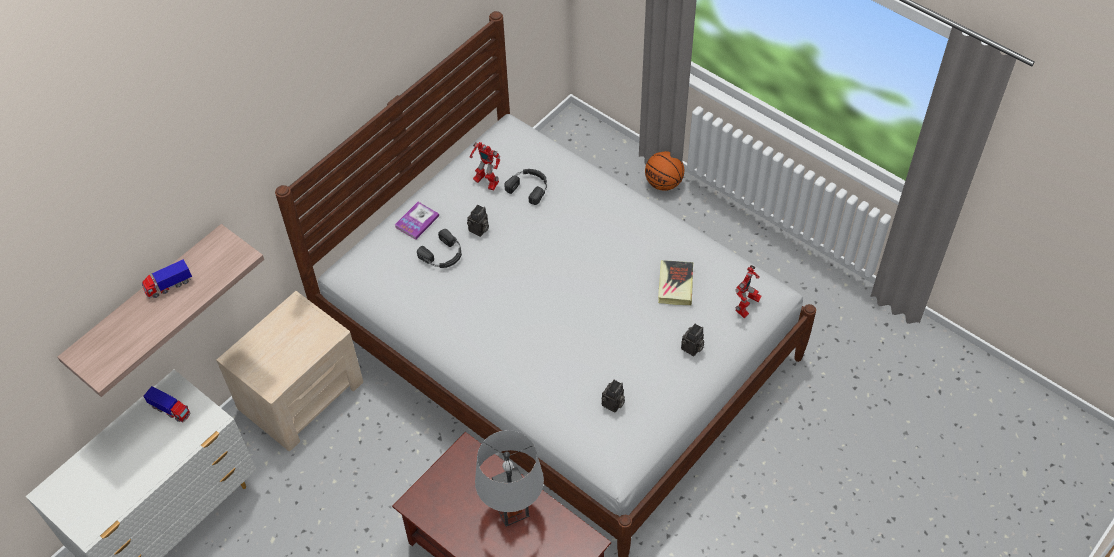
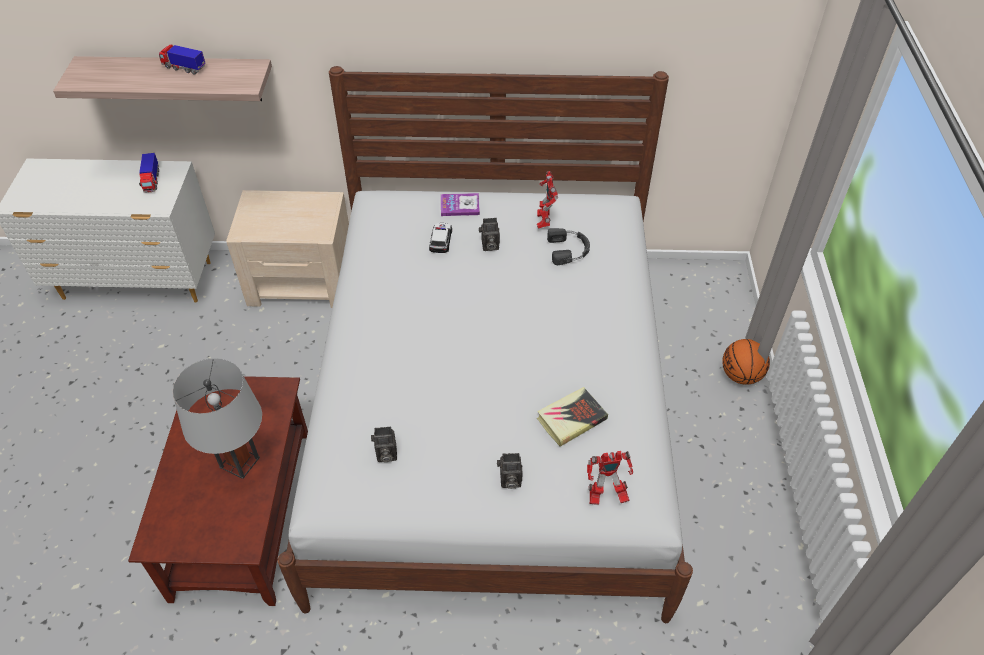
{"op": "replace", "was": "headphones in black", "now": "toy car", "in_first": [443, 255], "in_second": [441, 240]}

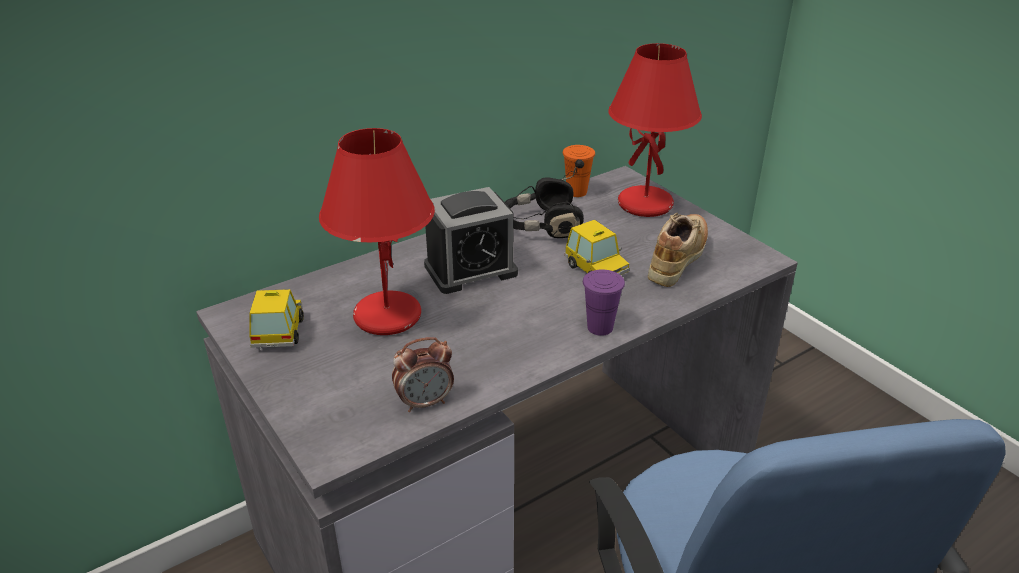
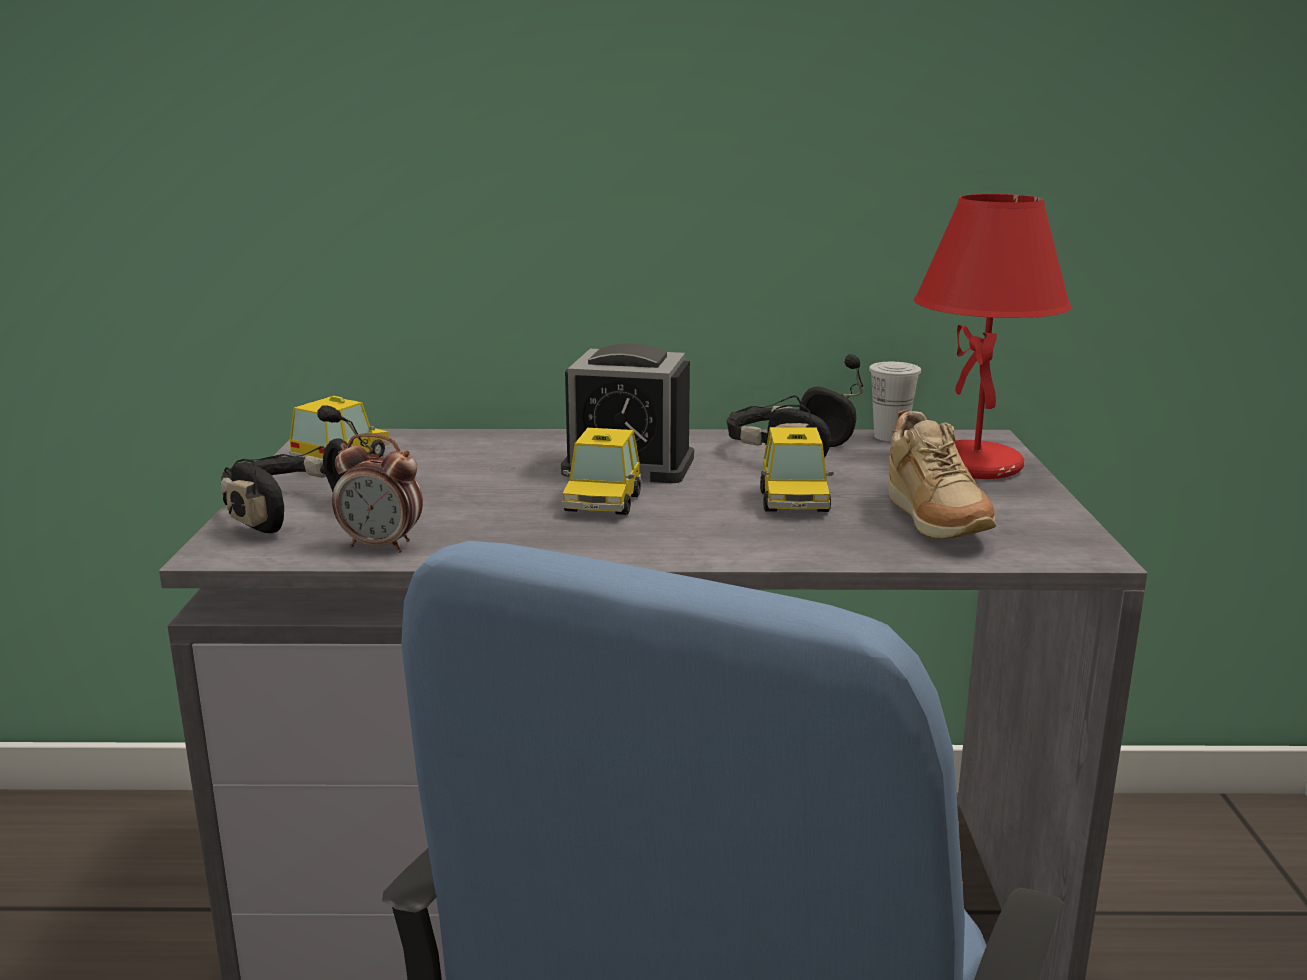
{"op": "delete", "was": "table lamp in red", "in_first": [386, 316]}
{"op": "delete", "was": "cup in purple", "in_first": [600, 327]}
{"op": "insert", "now": "headphones in black", "in_second": [291, 512]}
{"op": "insert", "now": "toy car", "in_second": [602, 503]}
{"op": "recolor", "was": "cup in orange", "now": "cup in white", "in_first": [576, 192], "in_second": [890, 436]}
{"op": "rotate", "was": "shoe in beige", "in_first": [679, 261], "in_second": [934, 523], "clockwise": 105}

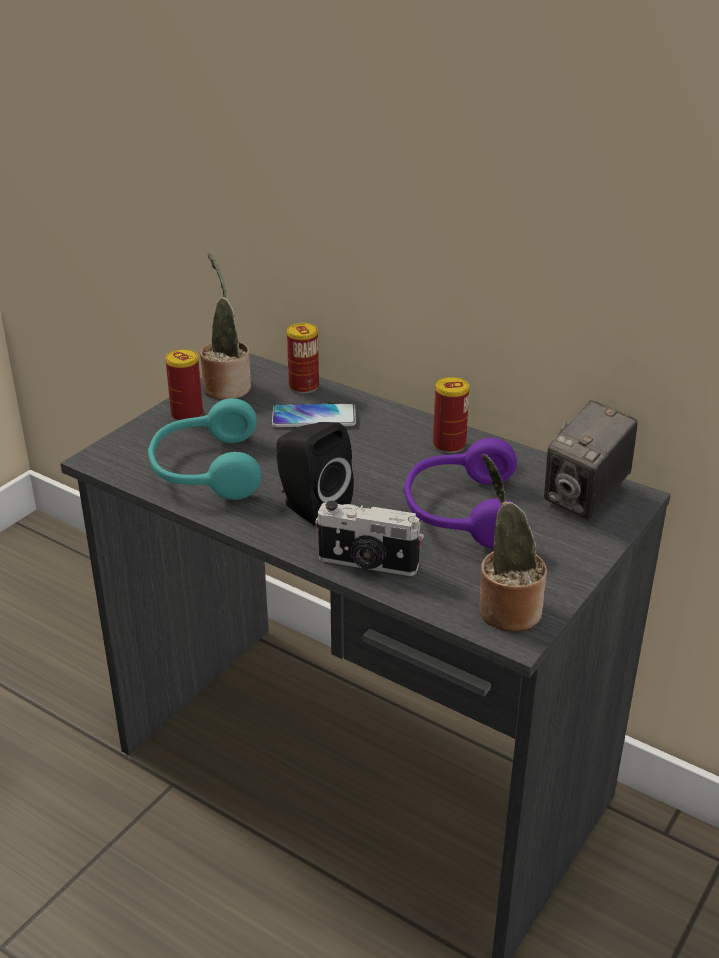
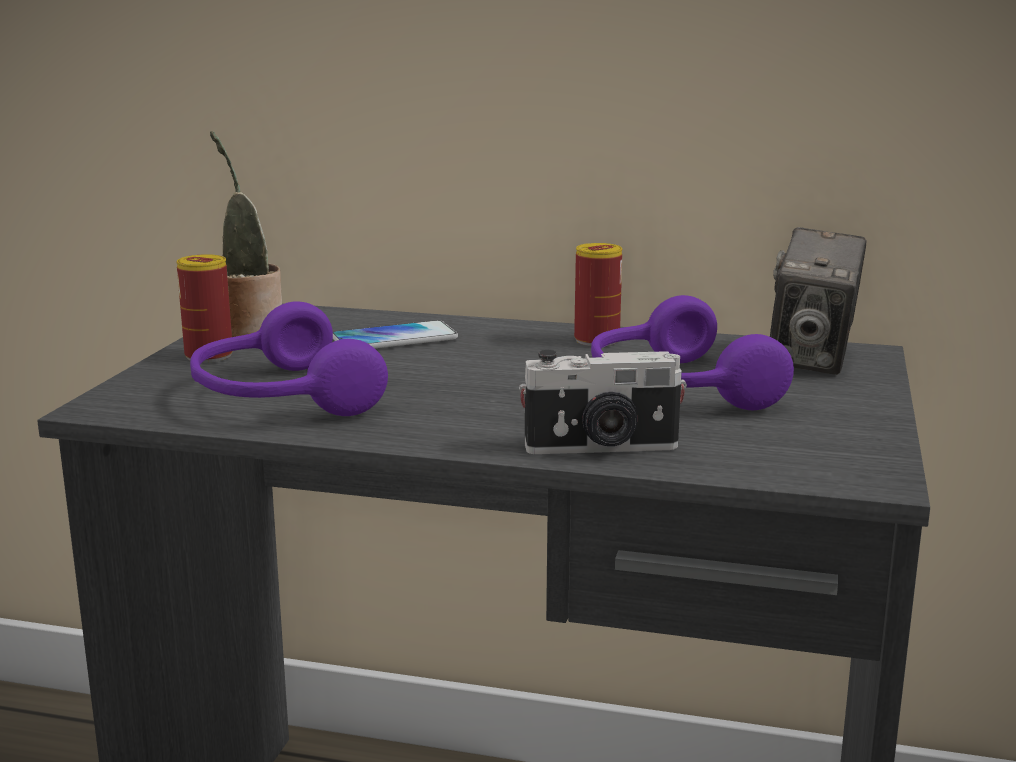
{"op": "delete", "was": "speaker in black", "in_first": [310, 508]}
{"op": "delete", "was": "can", "in_first": [303, 386]}
{"op": "delete", "was": "potted plant", "in_first": [505, 609]}
{"op": "recolor", "was": "headphones in turquoise", "now": "headphones in purple", "in_first": [205, 469], "in_second": [279, 397]}

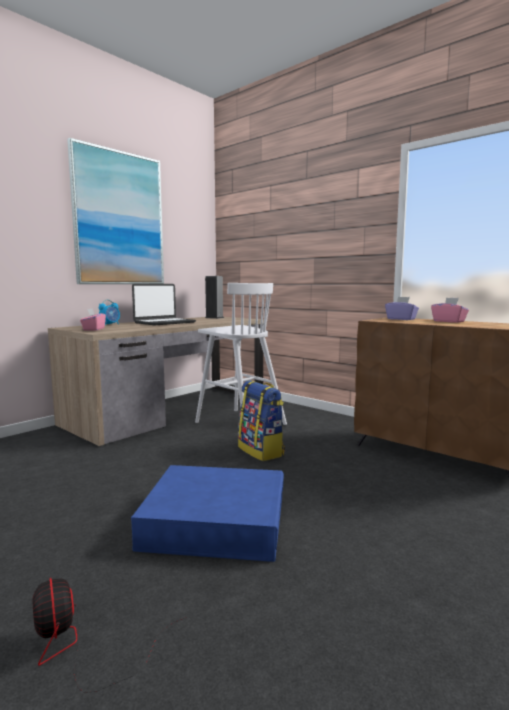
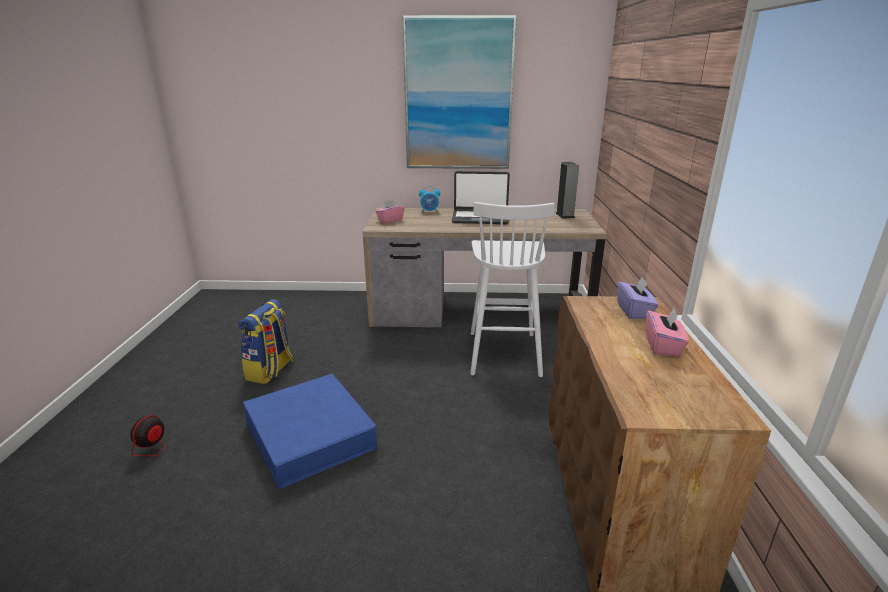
{"op": "move", "was": "backpack", "in_first": [261, 451], "in_second": [270, 371]}

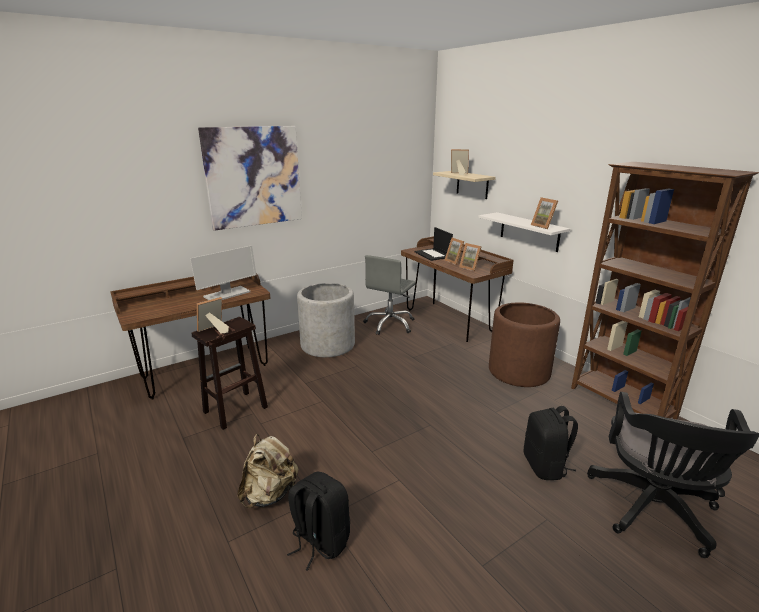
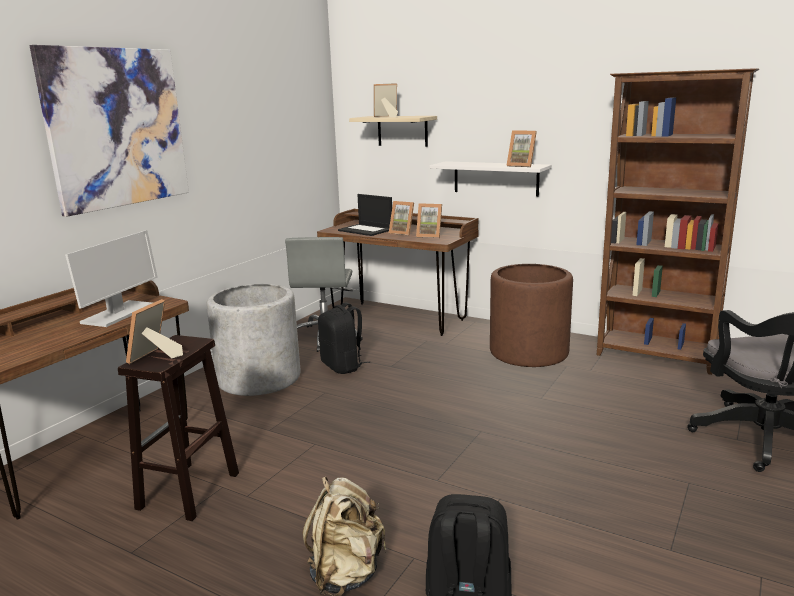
{"op": "move", "was": "backpack in black", "in_first": [545, 466], "in_second": [343, 366]}

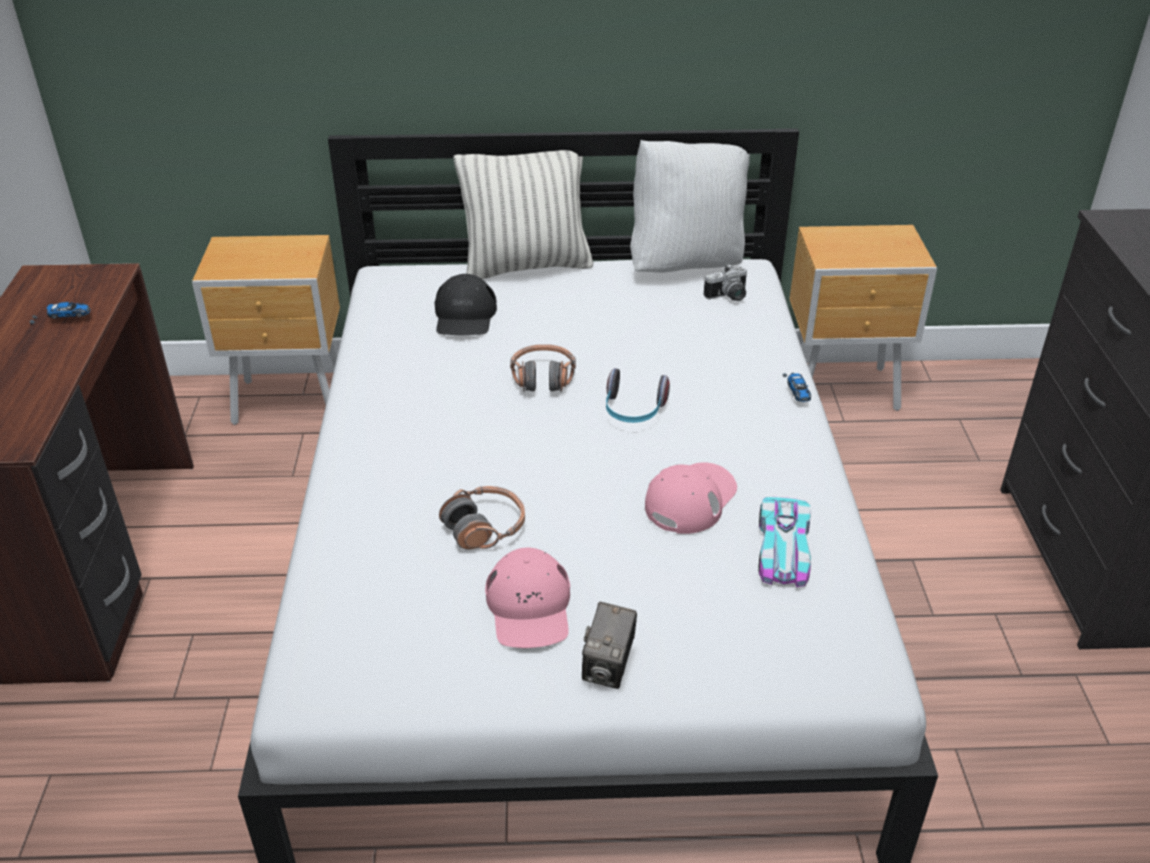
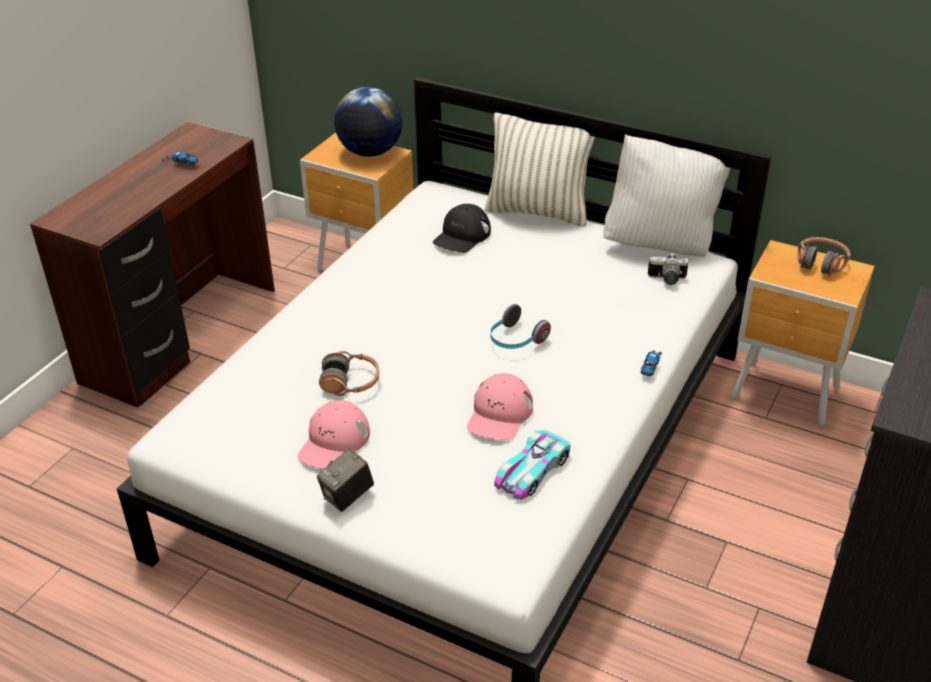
{"op": "insert", "now": "globe", "in_second": [370, 152]}
{"op": "move", "was": "headphones", "in_first": [543, 378], "in_second": [820, 263]}
{"op": "rotate", "was": "cap in pink", "in_first": [690, 499], "in_second": [499, 414], "clockwise": 135}

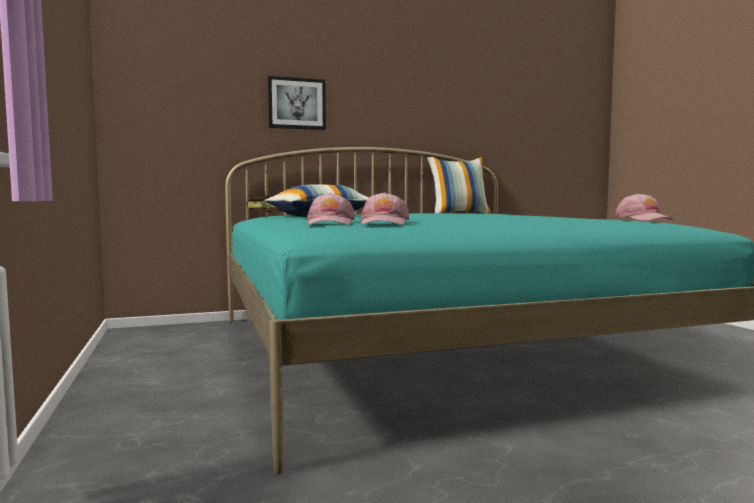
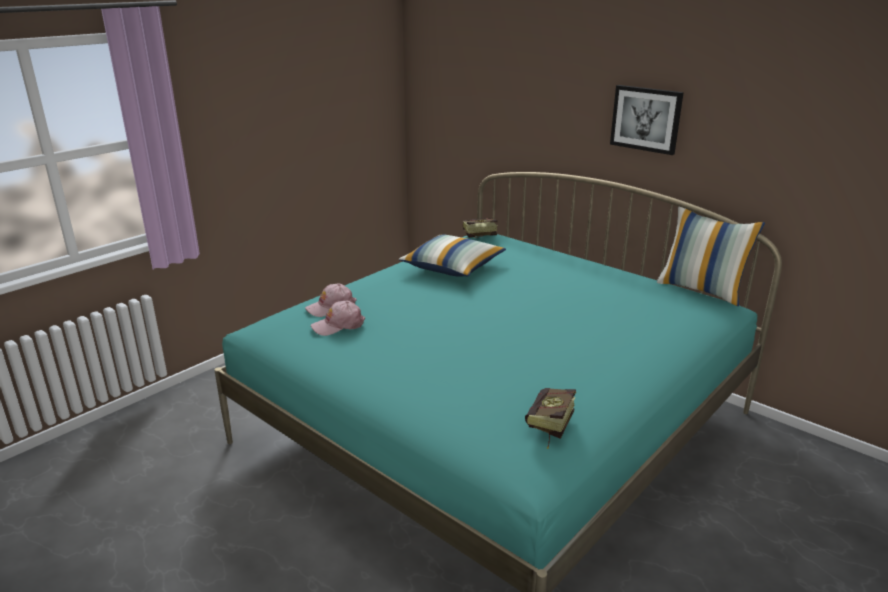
{"op": "move", "was": "picture", "in_first": [296, 103], "in_second": [646, 119]}
{"op": "replace", "was": "cap in pink", "now": "book", "in_first": [643, 219], "in_second": [548, 428]}

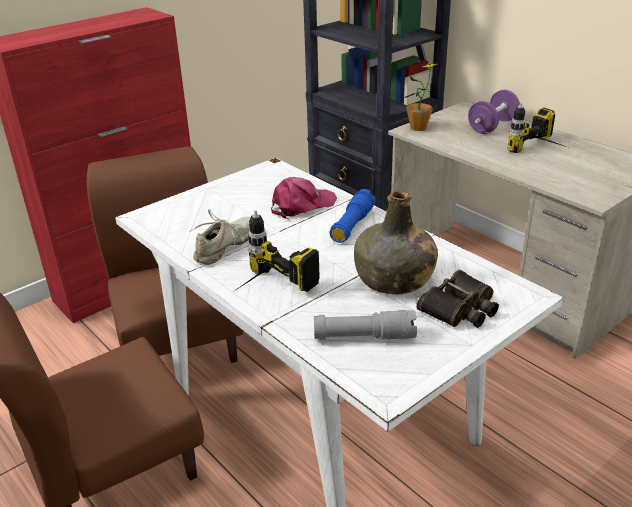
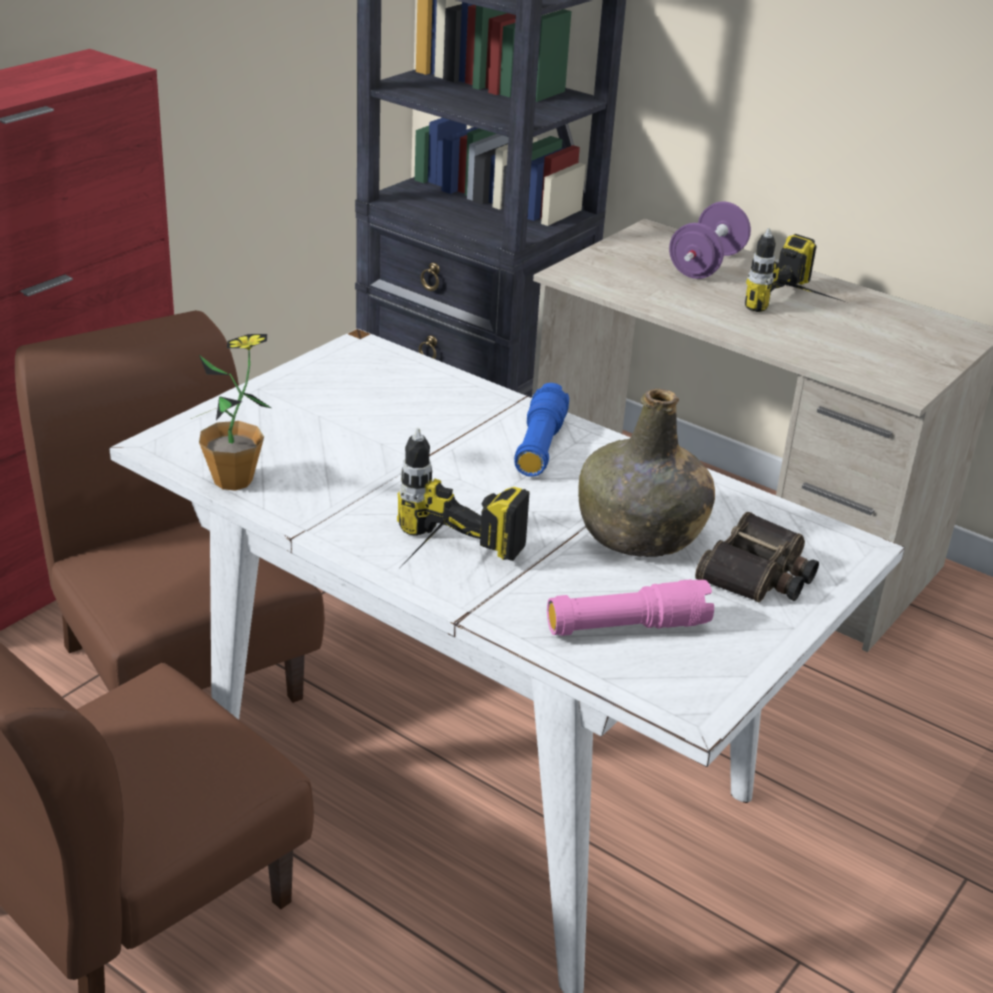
{"op": "delete", "was": "shoe in beige", "in_first": [226, 247]}
{"op": "delete", "was": "cap in pink", "in_first": [302, 205]}
{"op": "move", "was": "potted plant", "in_first": [418, 128], "in_second": [233, 480]}
{"op": "recolor", "was": "flashlight in grey", "now": "flashlight in pink", "in_first": [364, 337], "in_second": [627, 627]}

